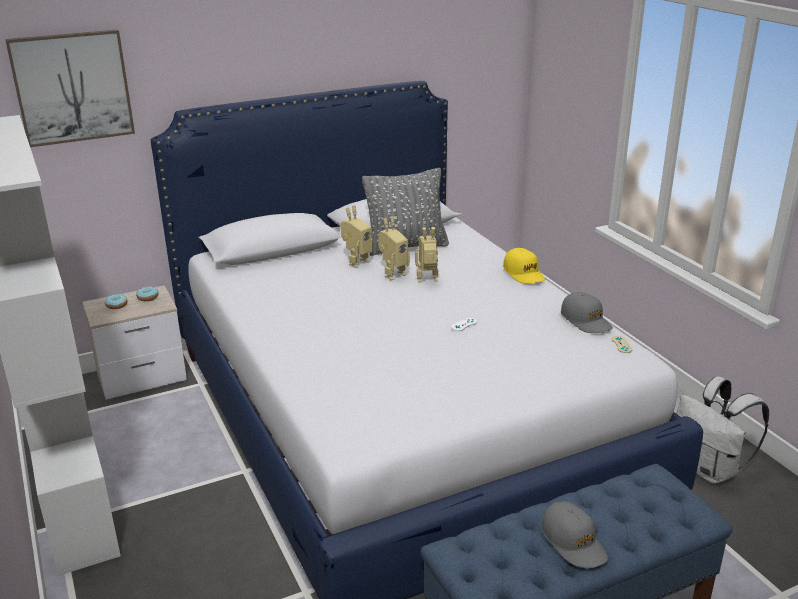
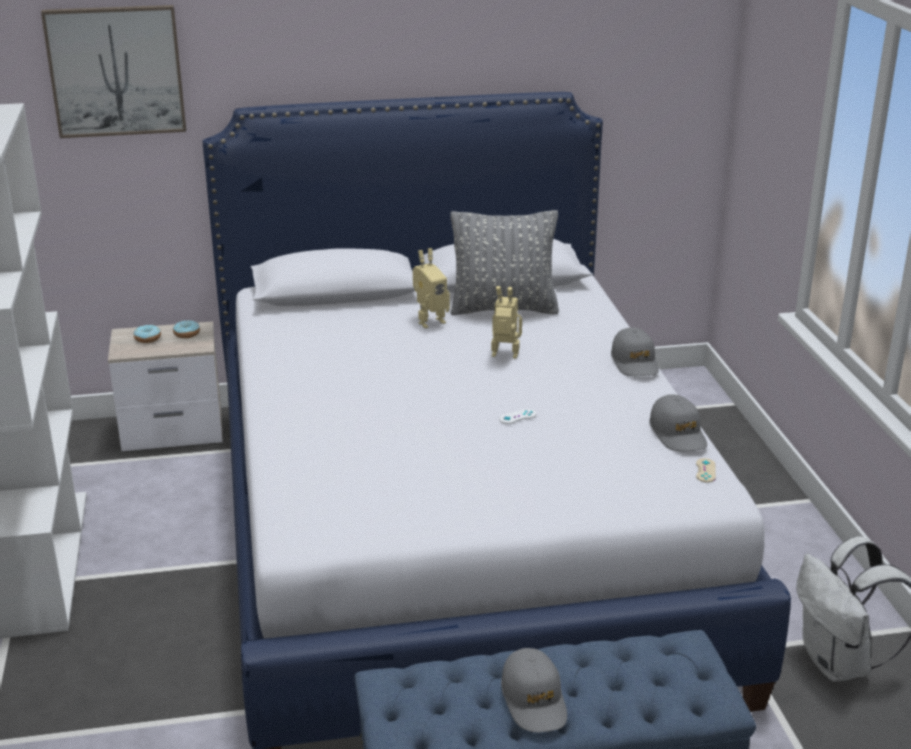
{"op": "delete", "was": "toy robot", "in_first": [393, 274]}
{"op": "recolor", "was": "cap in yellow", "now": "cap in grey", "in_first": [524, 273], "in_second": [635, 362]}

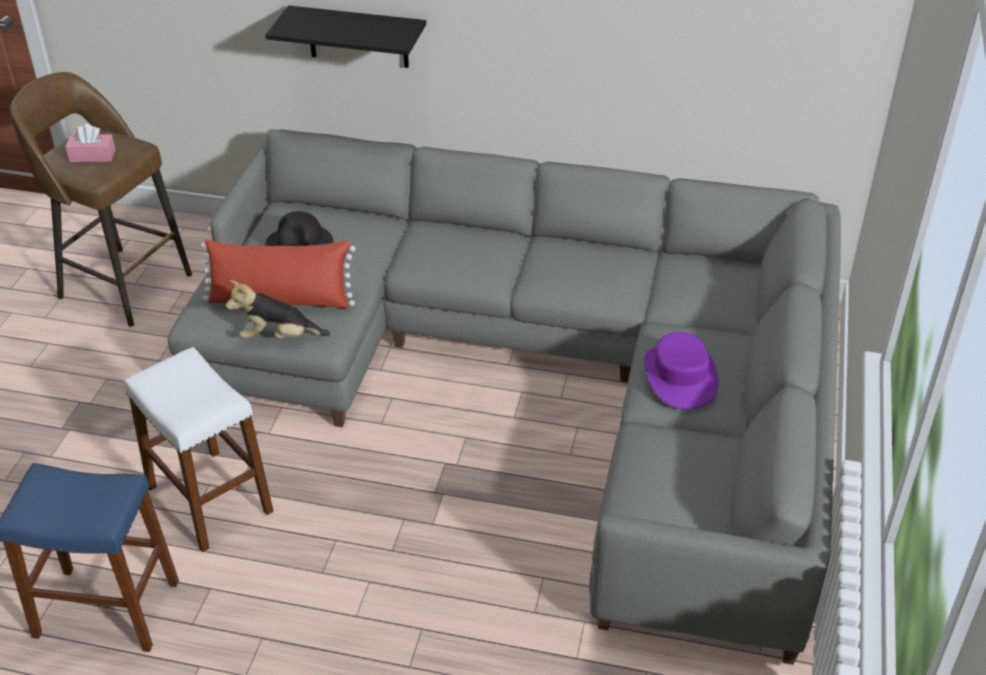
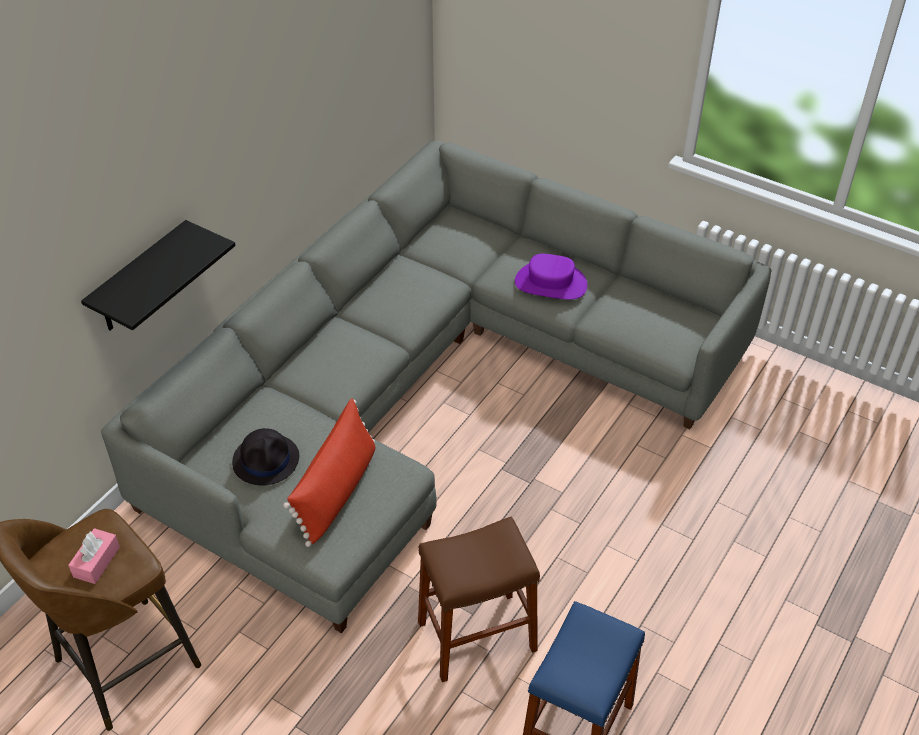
{"op": "delete", "was": "plush toy", "in_first": [278, 337]}
{"op": "recolor", "was": "stool in white", "now": "stool in brown", "in_first": [209, 499], "in_second": [477, 636]}

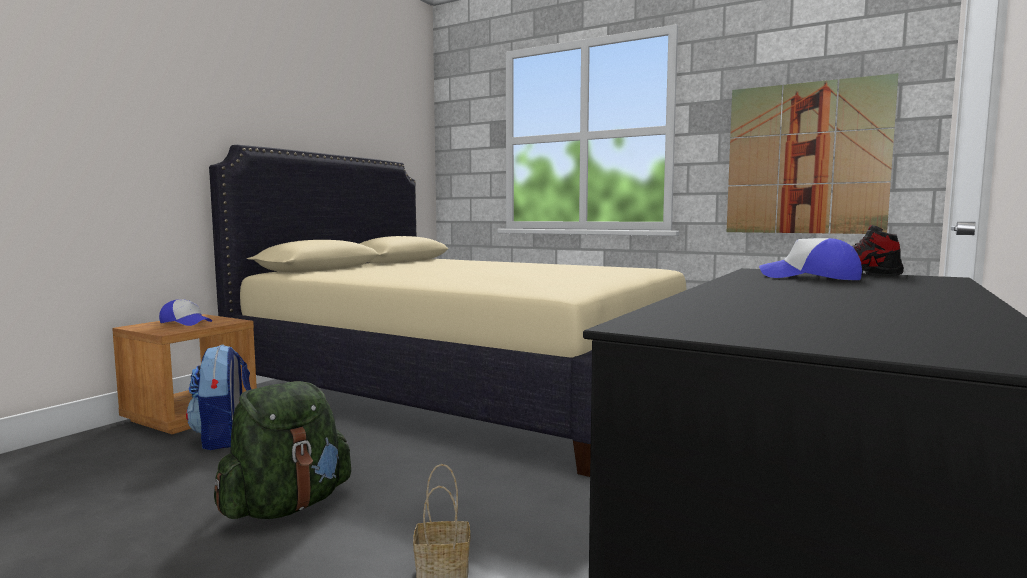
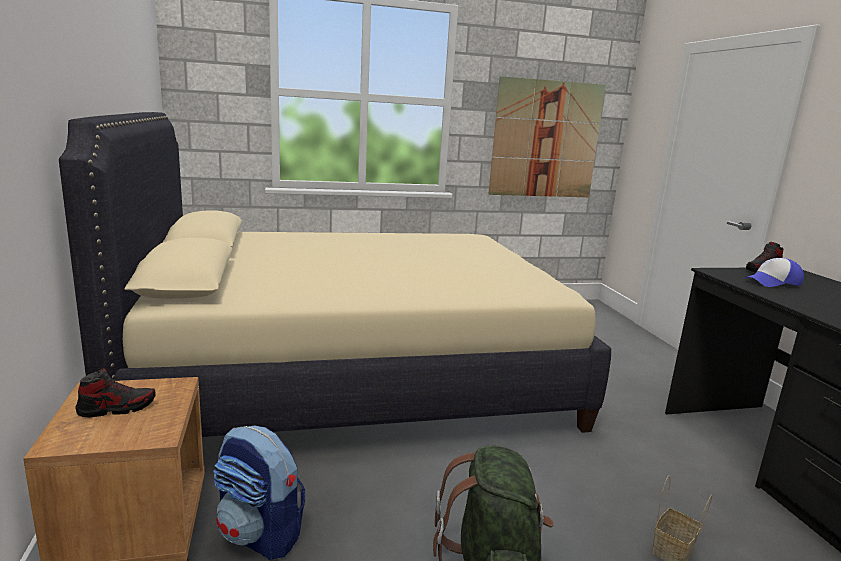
{"op": "replace", "was": "cap", "now": "shoe", "in_first": [186, 322], "in_second": [117, 408]}

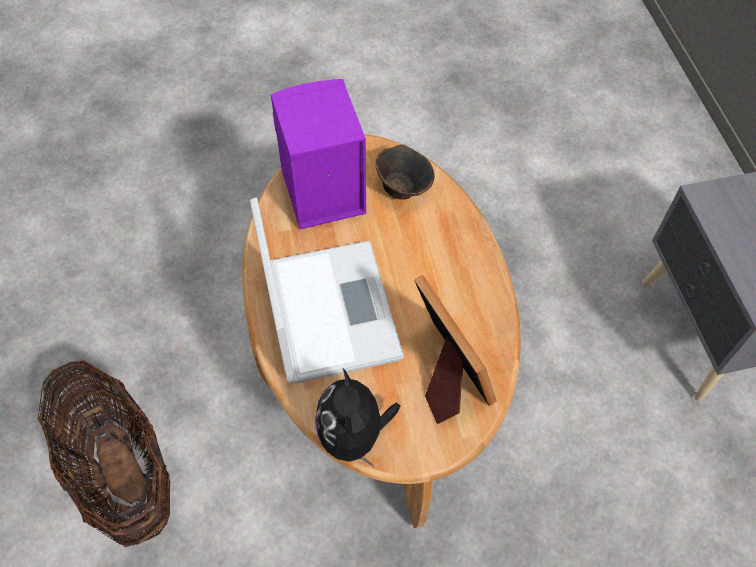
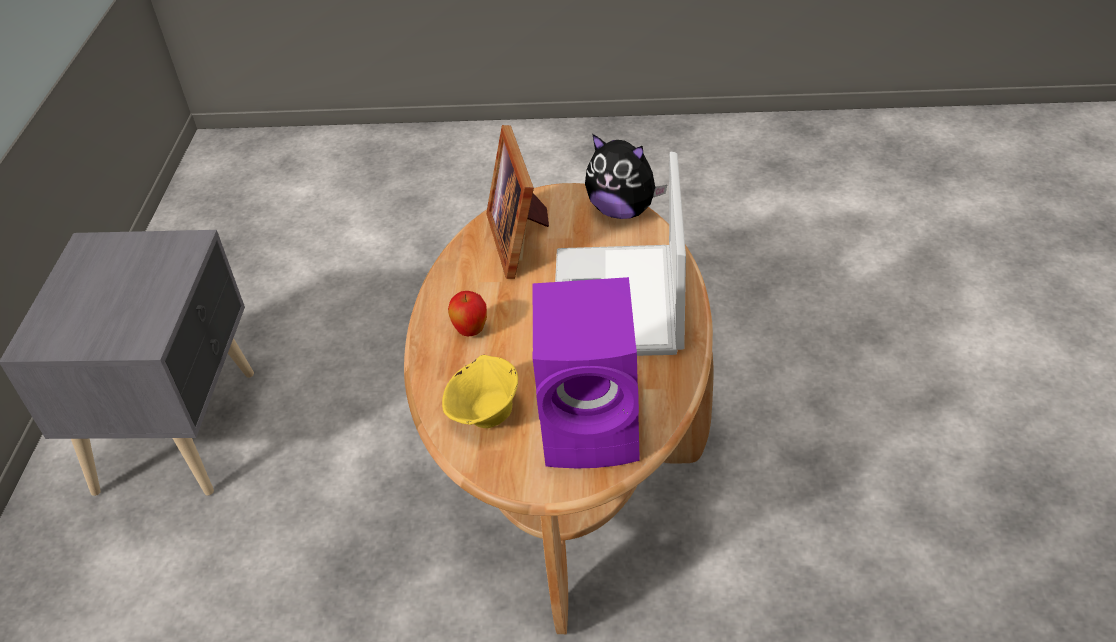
{"op": "delete", "was": "basket", "in_first": [122, 471]}
{"op": "insert", "now": "apple", "in_second": [471, 331]}
{"op": "recolor", "was": "bowl in brown", "now": "bowl in yellow", "in_first": [403, 187], "in_second": [485, 415]}
{"op": "rotate", "was": "plush toy", "in_first": [354, 435], "in_second": [623, 210], "clockwise": 105}

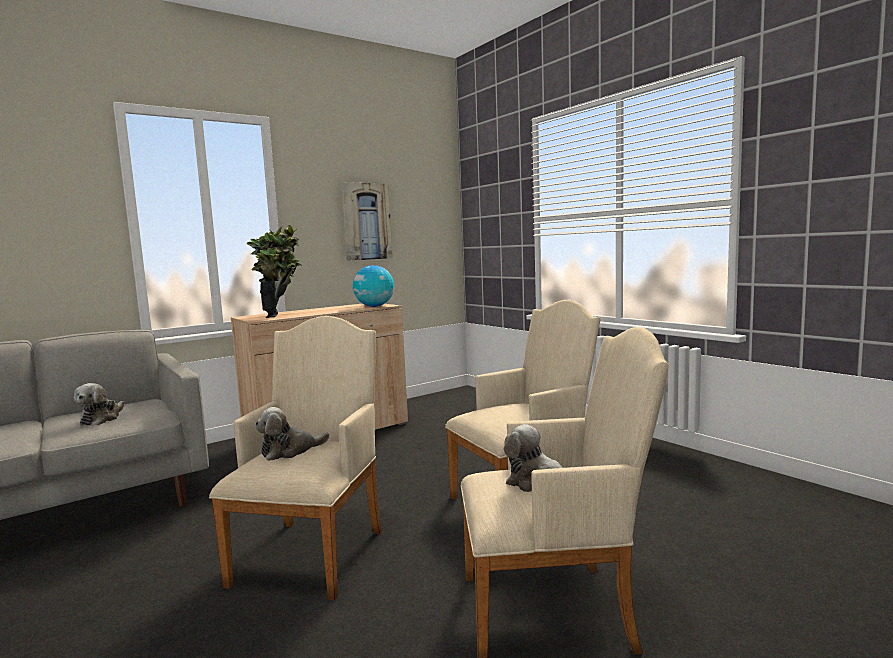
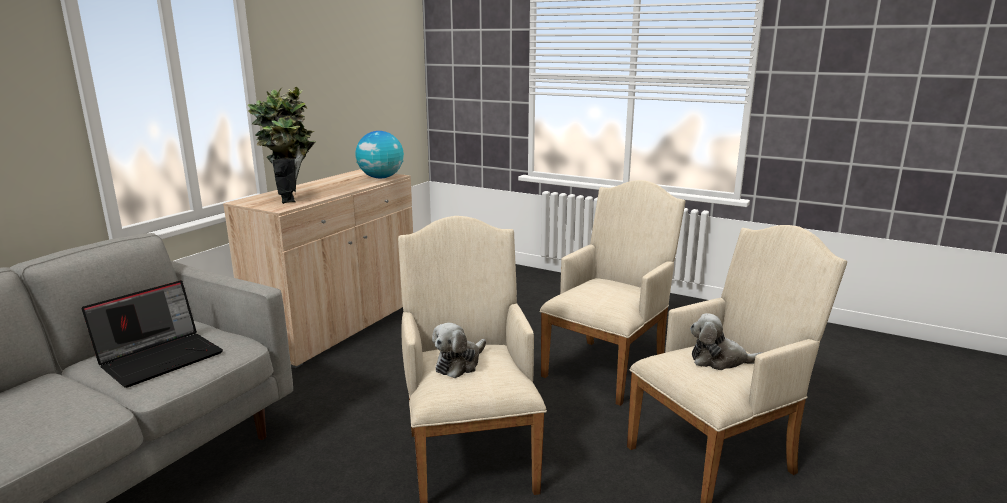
{"op": "delete", "was": "picture", "in_first": [366, 221]}
{"op": "replace", "was": "plush toy", "now": "laptop", "in_first": [102, 418], "in_second": [161, 357]}

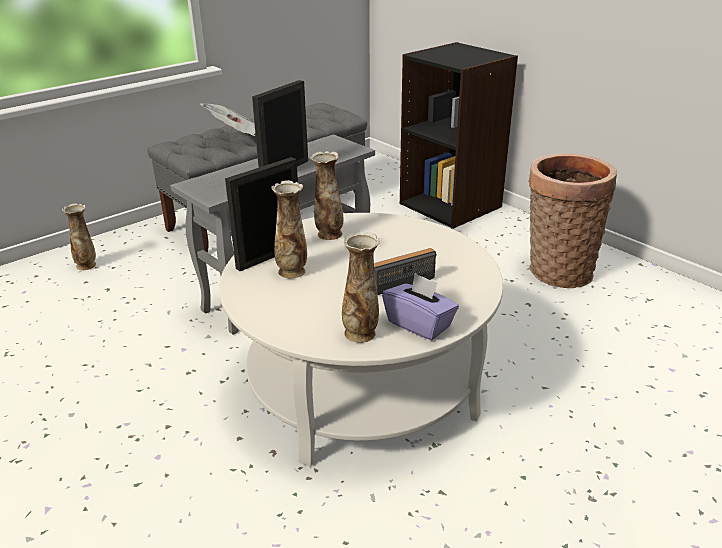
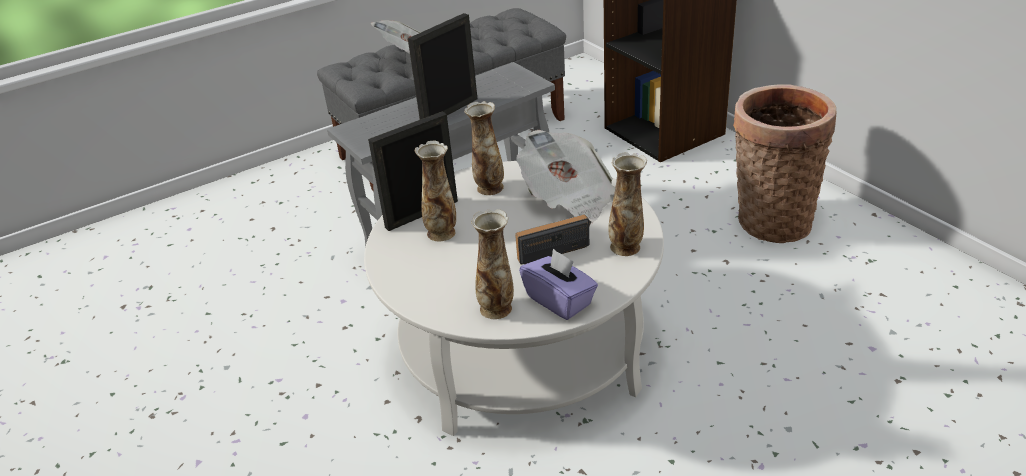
{"op": "insert", "now": "newspaper", "in_second": [568, 198]}
{"op": "move", "was": "vase", "in_first": [87, 265], "in_second": [626, 247]}

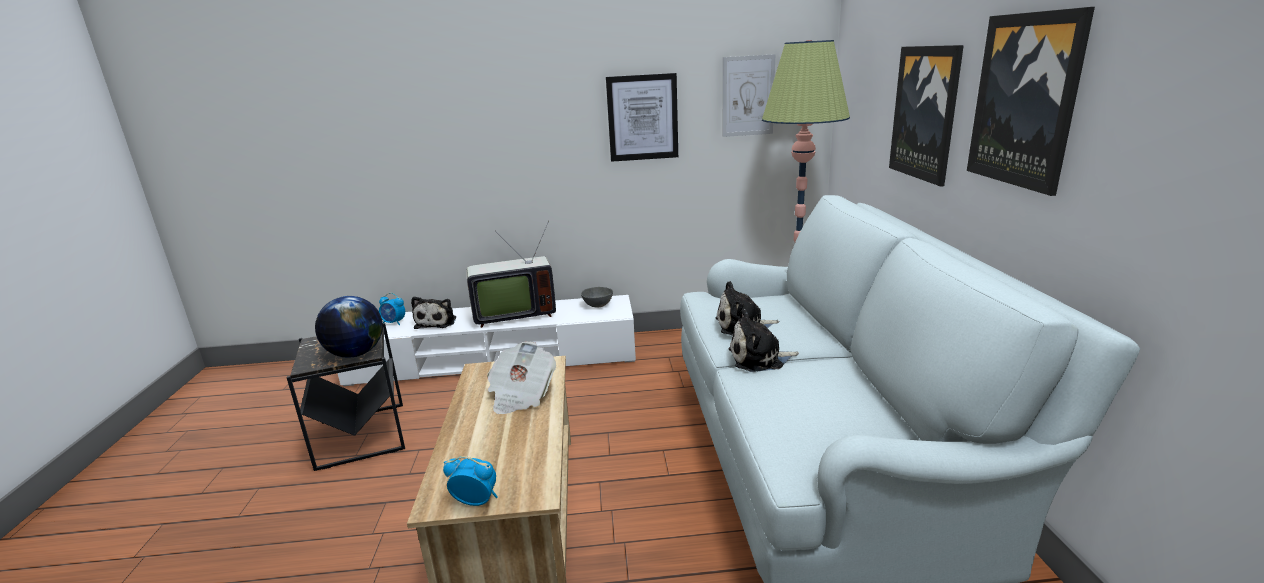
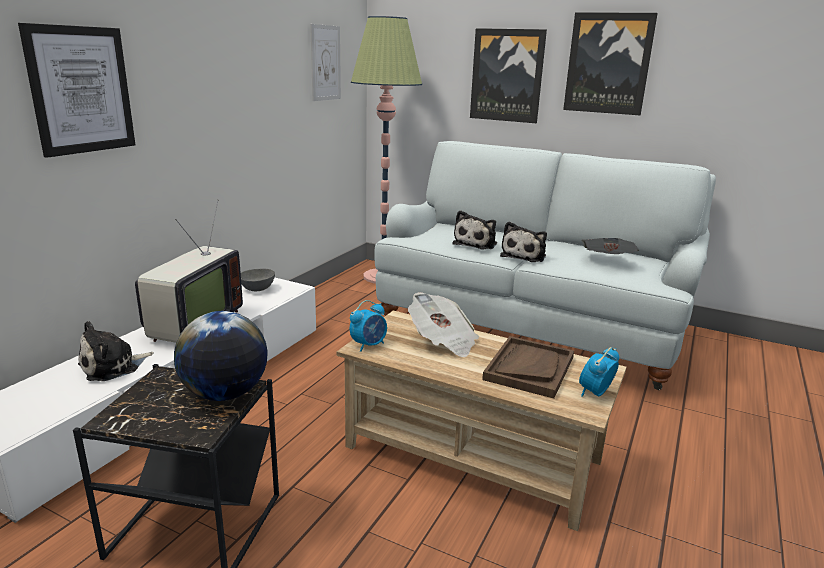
{"op": "insert", "now": "tray in brown", "in_second": [529, 368]}
{"op": "insert", "now": "newspaper", "in_second": [607, 261]}
{"op": "move", "was": "alarm clock", "in_first": [394, 323], "in_second": [369, 345]}
{"op": "move", "was": "picture", "in_first": [642, 117], "in_second": [81, 90]}
{"op": "rotate", "was": "plush toy", "in_first": [437, 322], "in_second": [113, 366], "clockwise": 105}

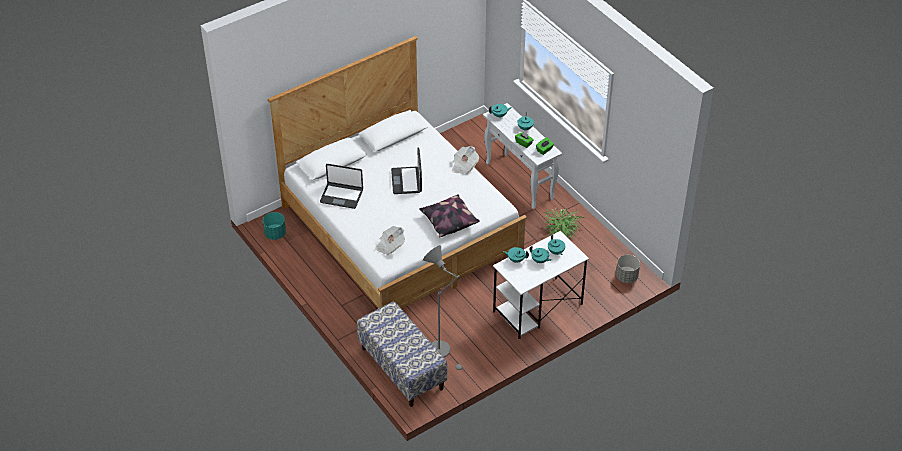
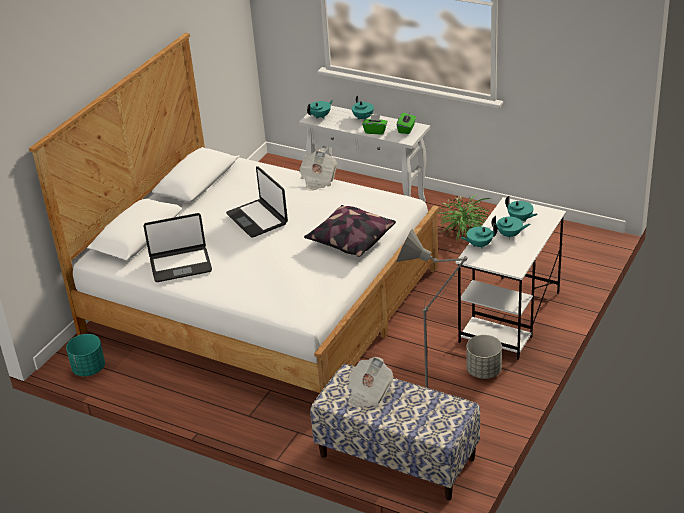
{"op": "move", "was": "newspaper", "in_first": [390, 246], "in_second": [368, 393]}
{"op": "move", "was": "planter in grey", "in_first": [627, 277], "in_second": [484, 371]}

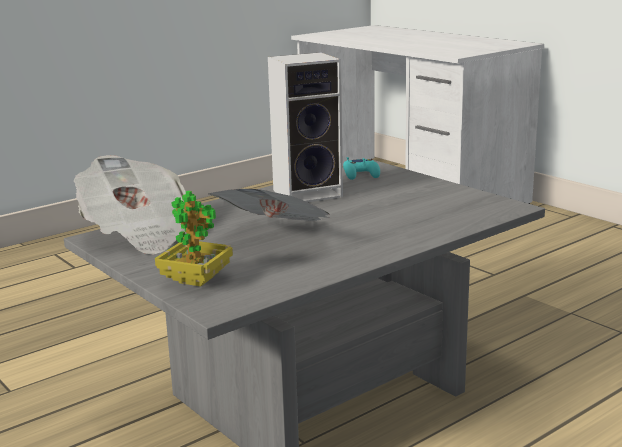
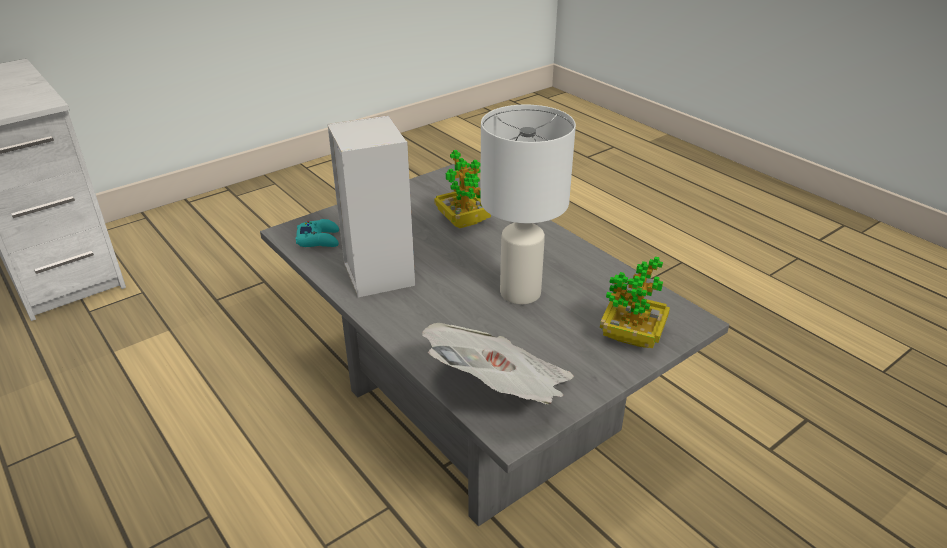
{"op": "insert", "now": "potted plant", "in_second": [464, 221]}
{"op": "replace", "was": "newspaper", "now": "table lamp in white", "in_first": [276, 238], "in_second": [519, 292]}

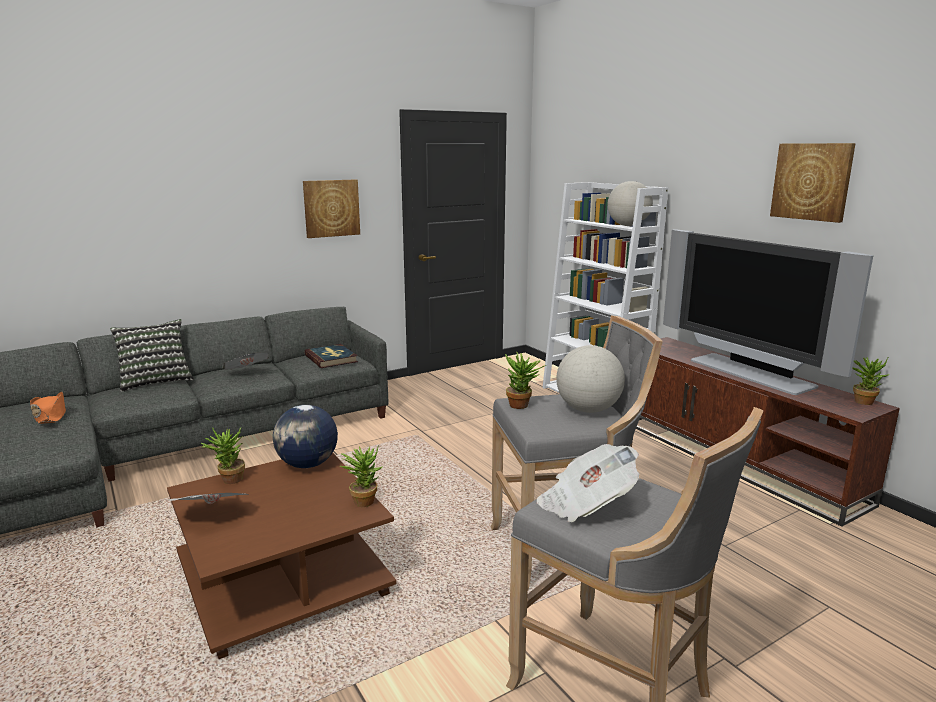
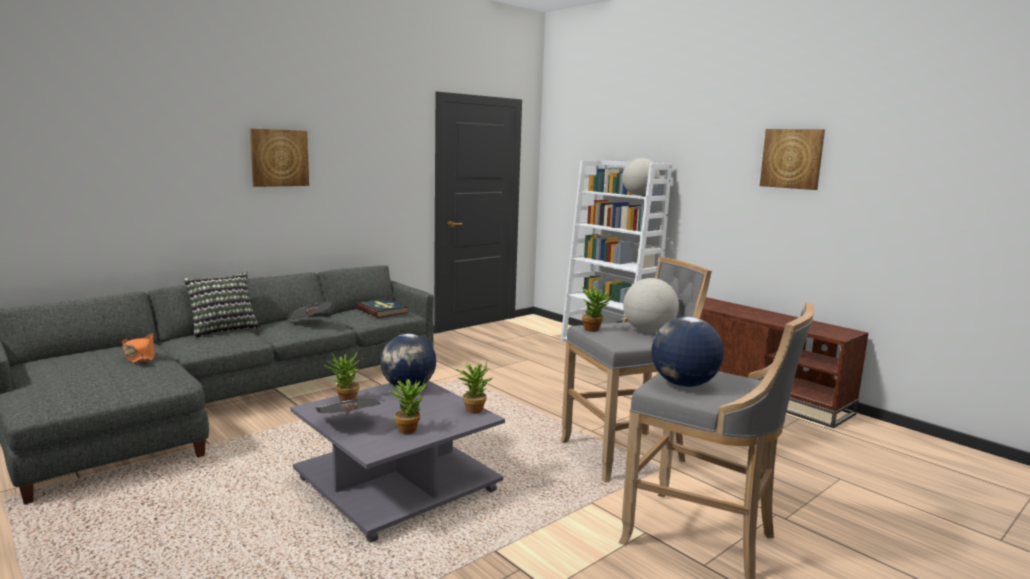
{"op": "delete", "was": "television", "in_first": [749, 374]}
{"op": "move", "was": "picture", "in_first": [331, 208], "in_second": [279, 157]}
{"op": "move", "was": "potted plant", "in_first": [863, 400], "in_second": [409, 428]}
{"op": "replace", "was": "newspaper", "now": "globe", "in_first": [586, 504], "in_second": [683, 384]}
{"op": "recolor", "was": "coffee table in brown", "now": "coffee table in grey", "in_first": [284, 577], "in_second": [397, 484]}

